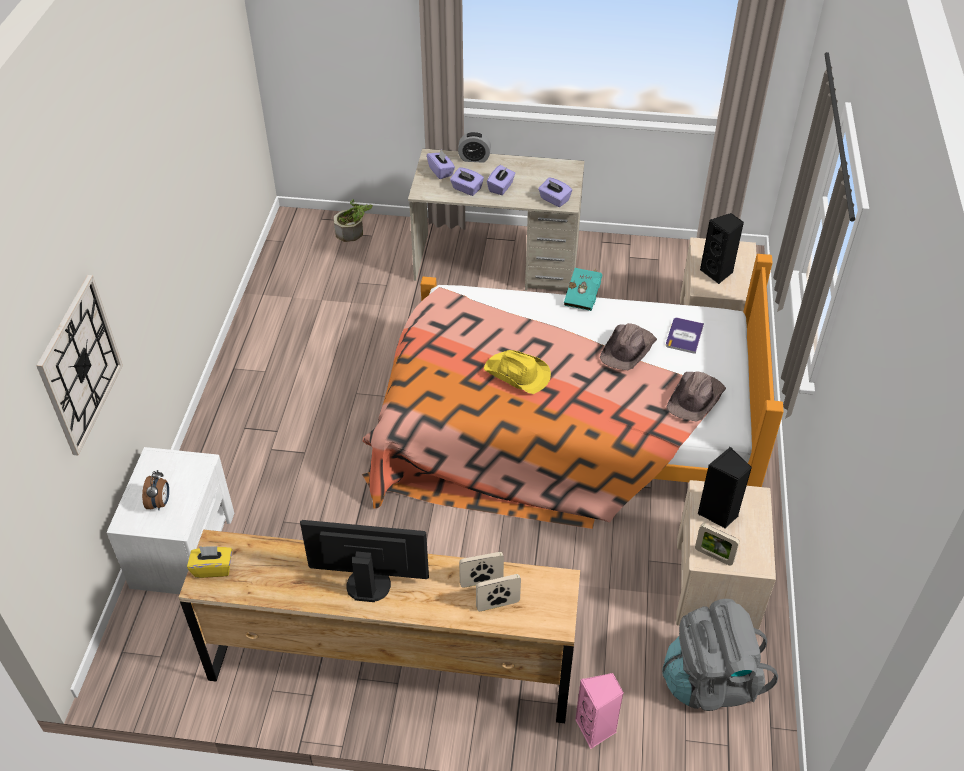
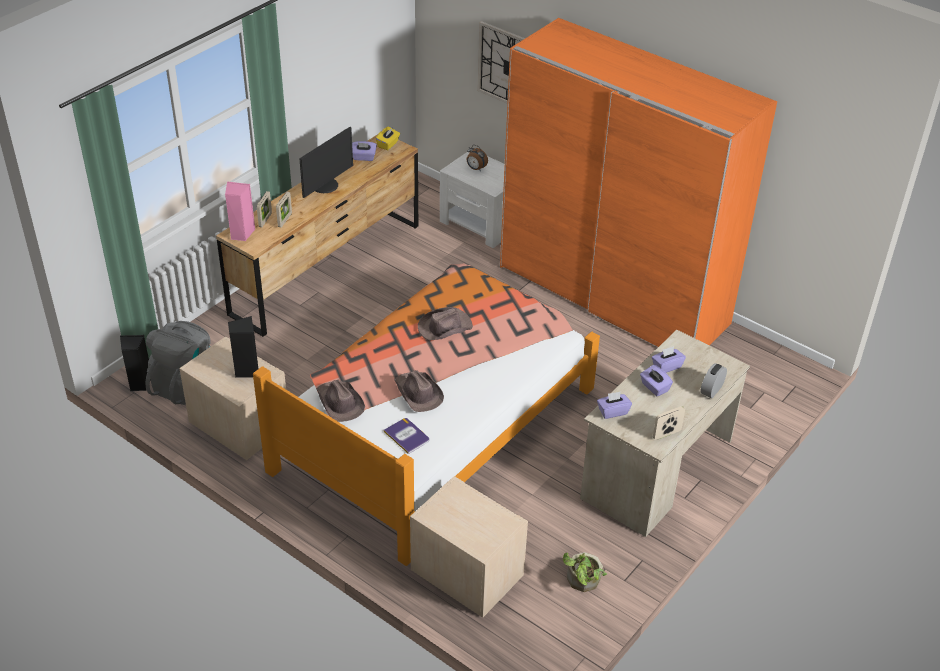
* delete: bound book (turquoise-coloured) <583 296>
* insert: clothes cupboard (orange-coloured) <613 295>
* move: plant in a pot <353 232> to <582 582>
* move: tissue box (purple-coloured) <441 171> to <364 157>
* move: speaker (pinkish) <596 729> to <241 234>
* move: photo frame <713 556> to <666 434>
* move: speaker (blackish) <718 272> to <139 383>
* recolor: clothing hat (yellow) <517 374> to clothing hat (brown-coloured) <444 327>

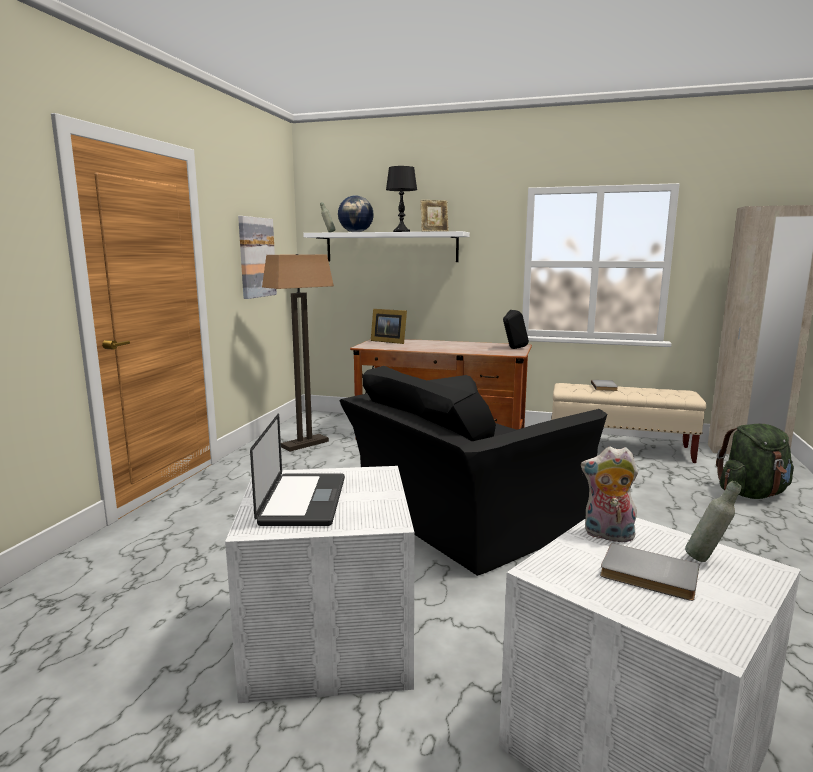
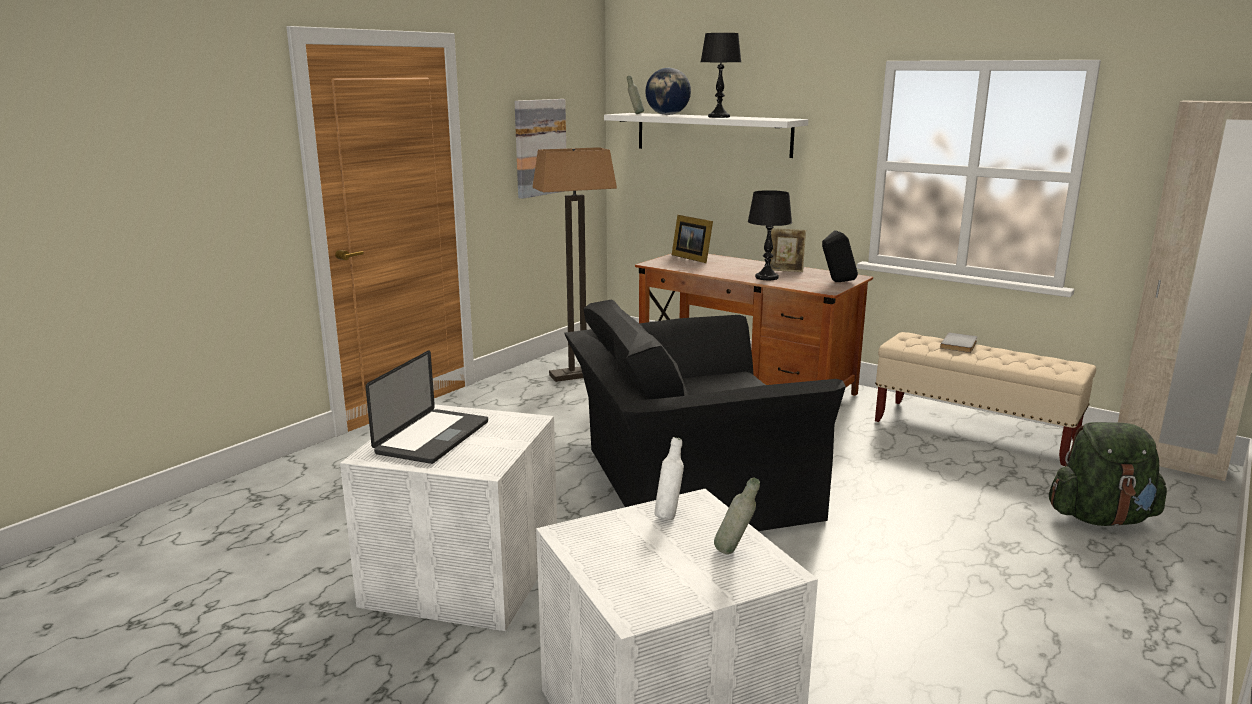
* delete: bound book (gray) <648 576>
* insert: table lamp (blackish) <766 277>
* move: photo frame <434 231> to <785 270>
* replace: soft toy <607 535> to beverage bottle (white) <669 515>

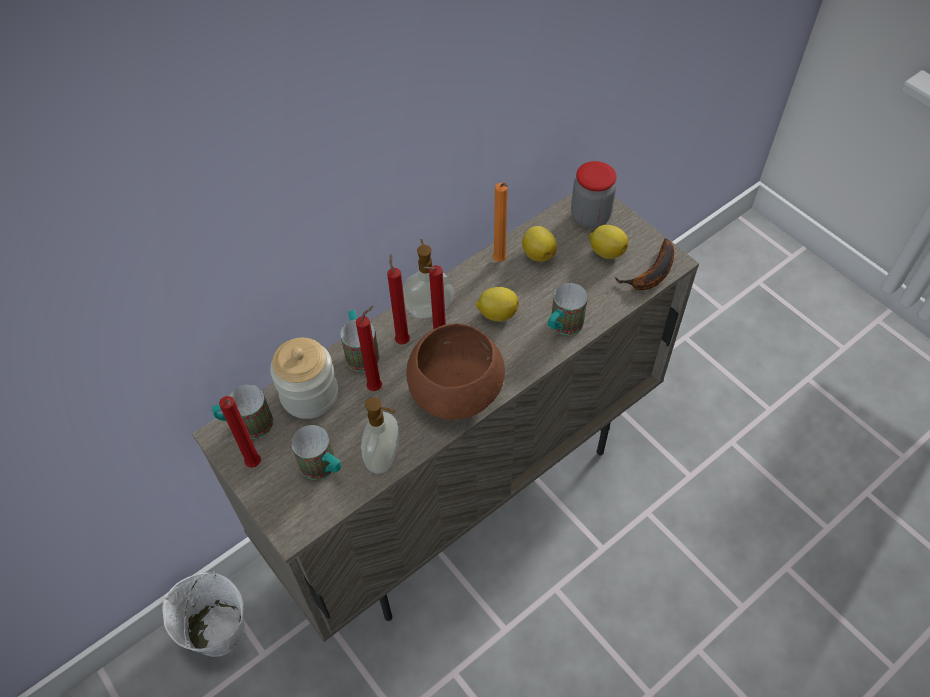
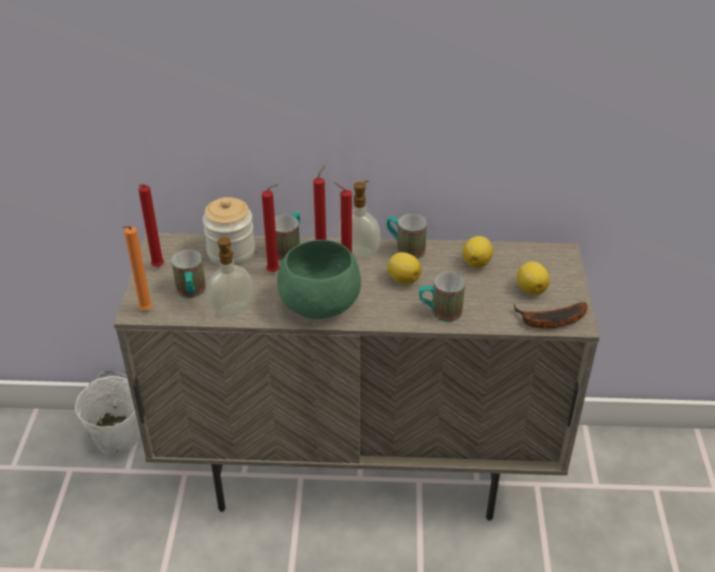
* delete: preserve jar <590 216>
* move: mug <247 425> to <405 249>
* move: wax light (orange-coloured) <500 262> to <145 311>
* recolor: deep dish (brown-coloured) <454 392> to deep dish (green-coloured) <319 304>

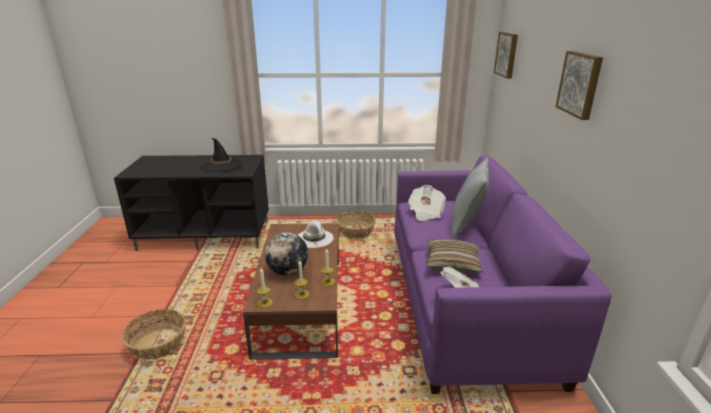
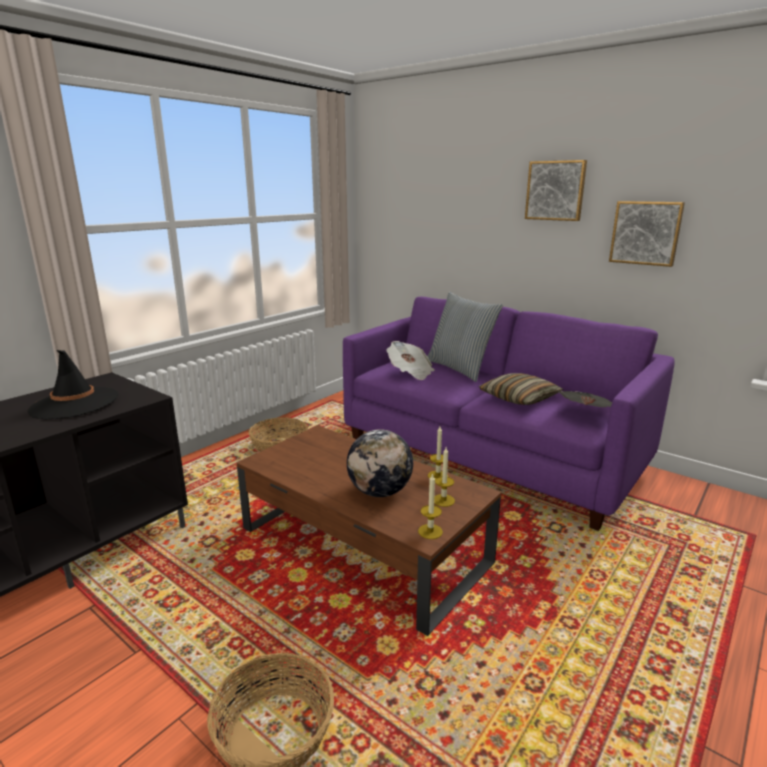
* delete: clothing hat (white) <314 238>
* move: picture <507 54> to <646 233>

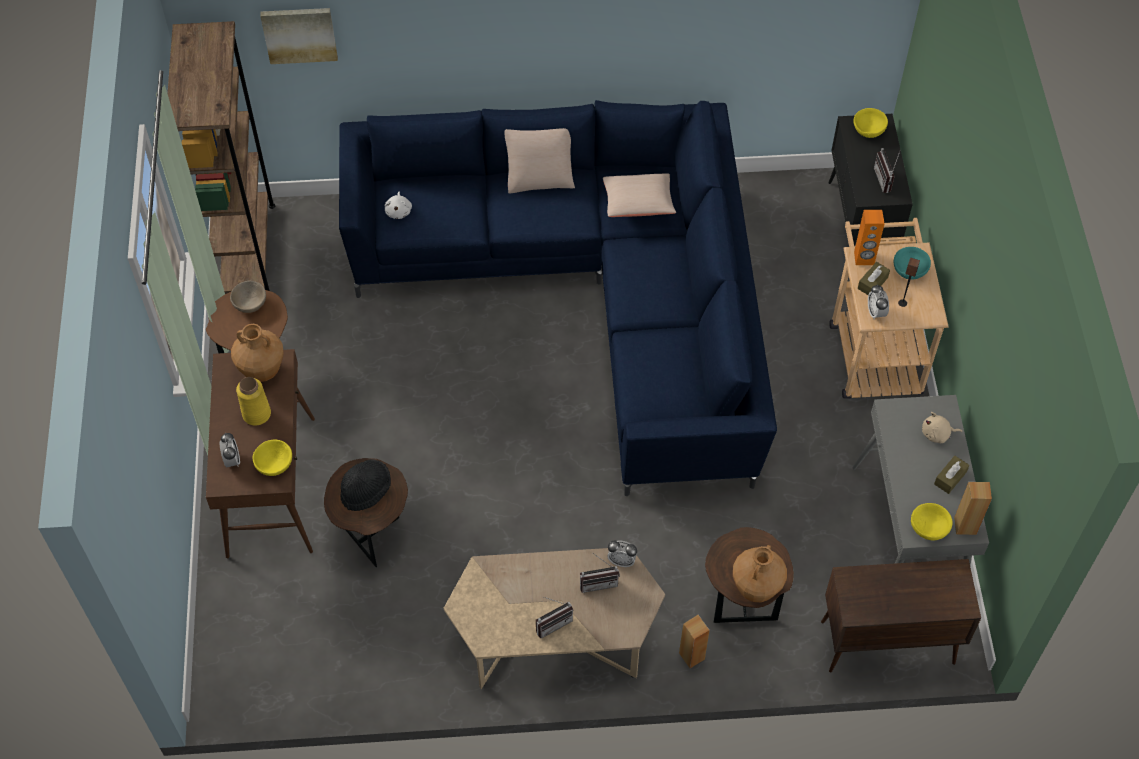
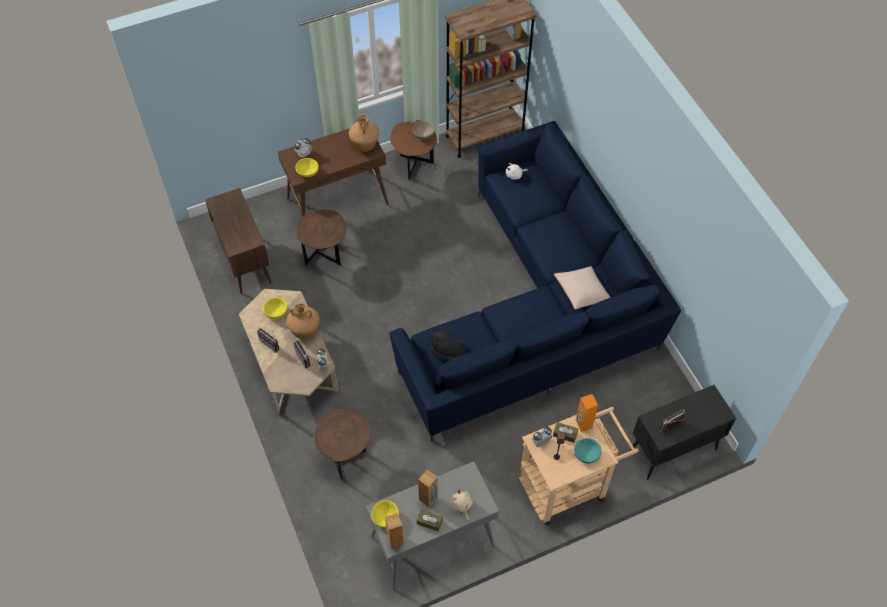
* delete: flower vase (yellow) <256 414>
* delete: picture <299 34>
* delete: cushion (beige) <540 176>
* move: clothing hat (blackish) <366 490> to <447 350>
* move: speaker (brown-coloured) <692 656> to <428 498>
* move: flower vase (brown-coloured) <756 588> to <305 332>
* move: cupboard (brown-coloured) <886 643> to <244 260>
* move: deep dish (yellow) <868 130> to <276 312>

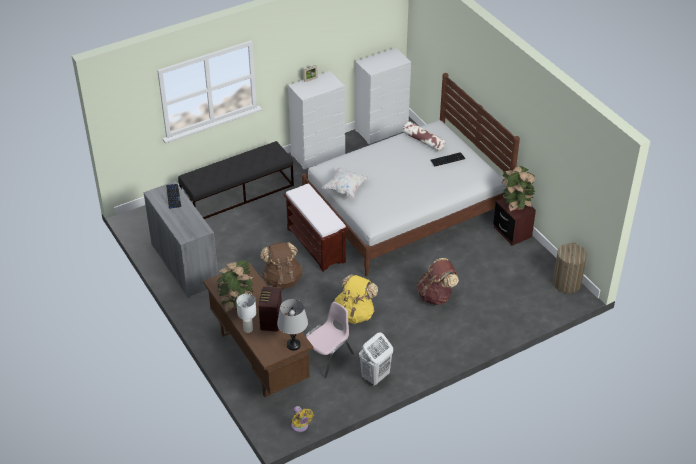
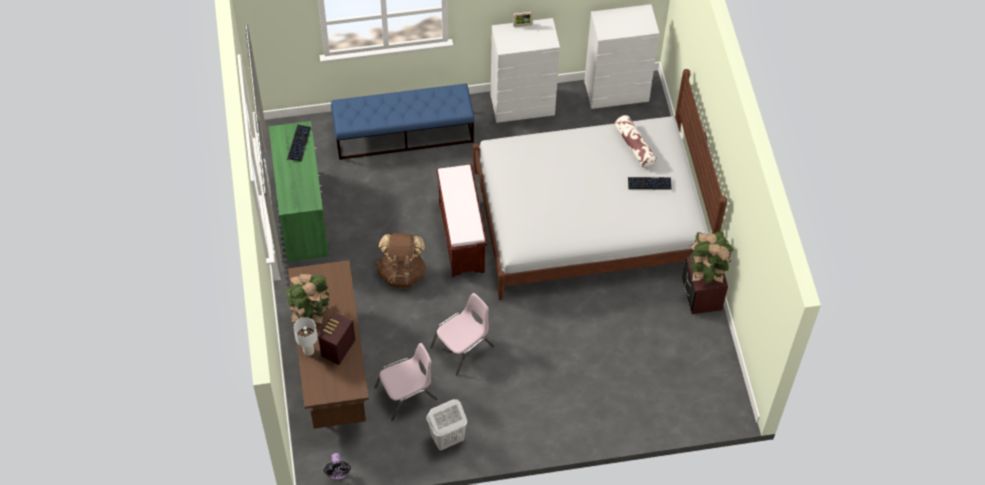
* delete: table lamp (gray) <293 345>
* delete: cushion (white) <345 188>
* delete: backpack (brown-coloured) <436 296>
* delete: laundry basket <566 283>
* replace: backpack (yellow) <355 314> to upright chair (pinkish) <463 347>
* recolor: cupboard (gray) <185 265> to cupboard (green-coloured) <303 216>
* recolor: long seat (blackish) <238 194> to long seat (blue-coloured) <404 134>
* recolor: fan (yellow) <300 427> to fan (blackish) <338 473>

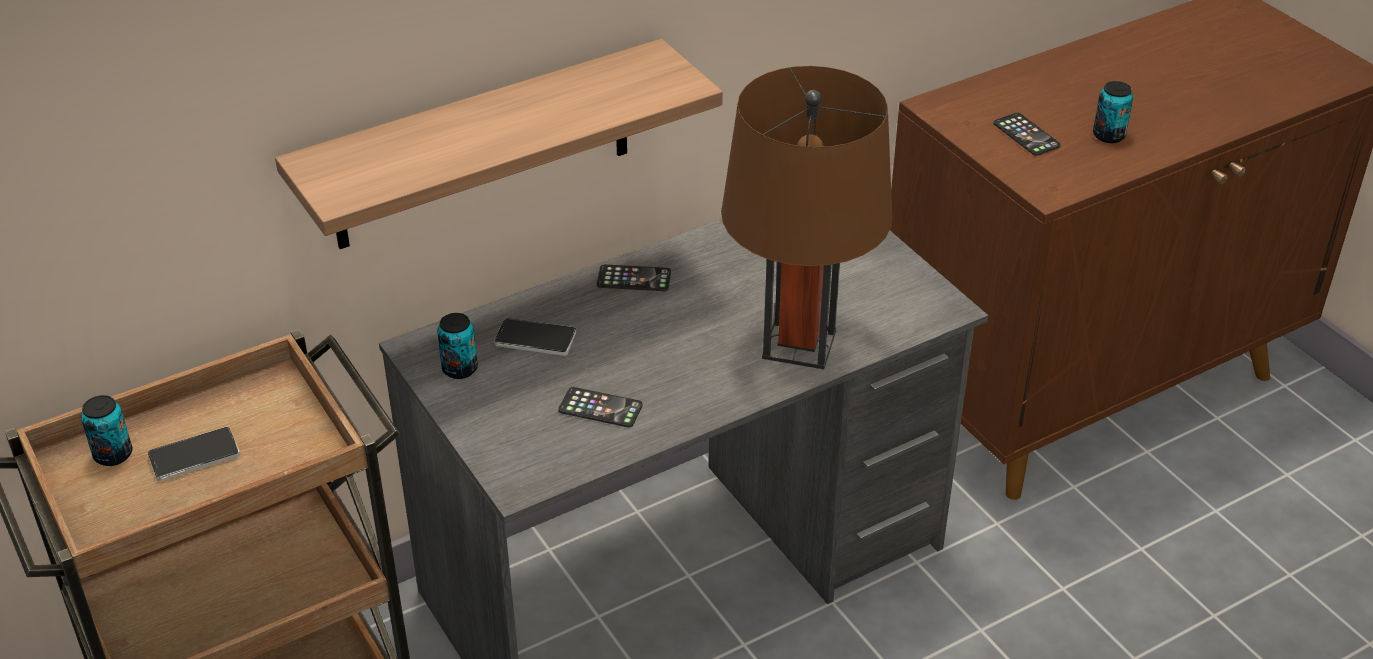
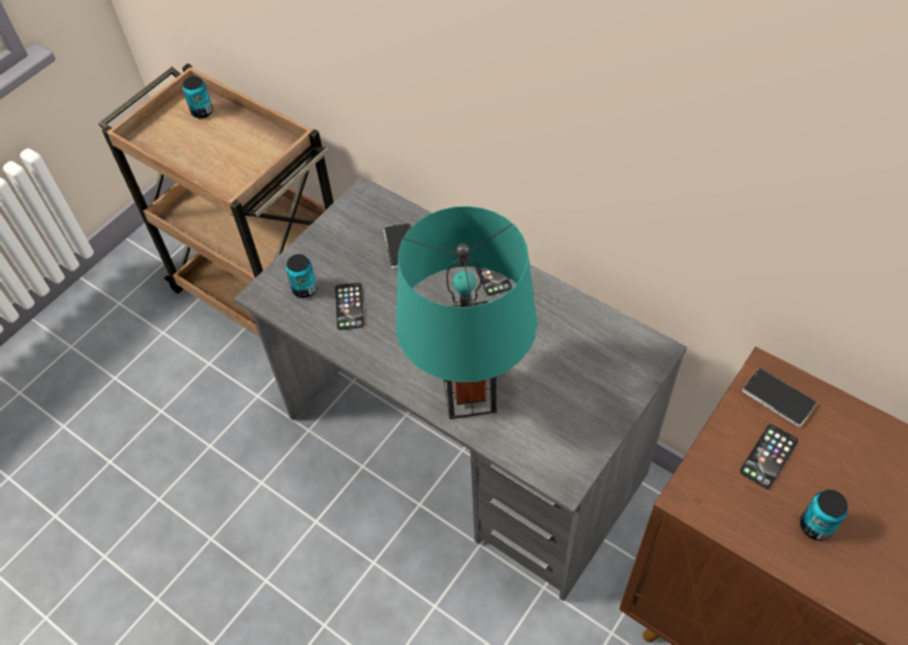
* delete: bracket shelf <482 147>
* move: telephone <194 456> to <778 398>
* move: metal can <460 369> to <305 289>
* recolor: table lamp (brown-coloured) <798 345> to table lamp (turquoise-coloured) <469 394>

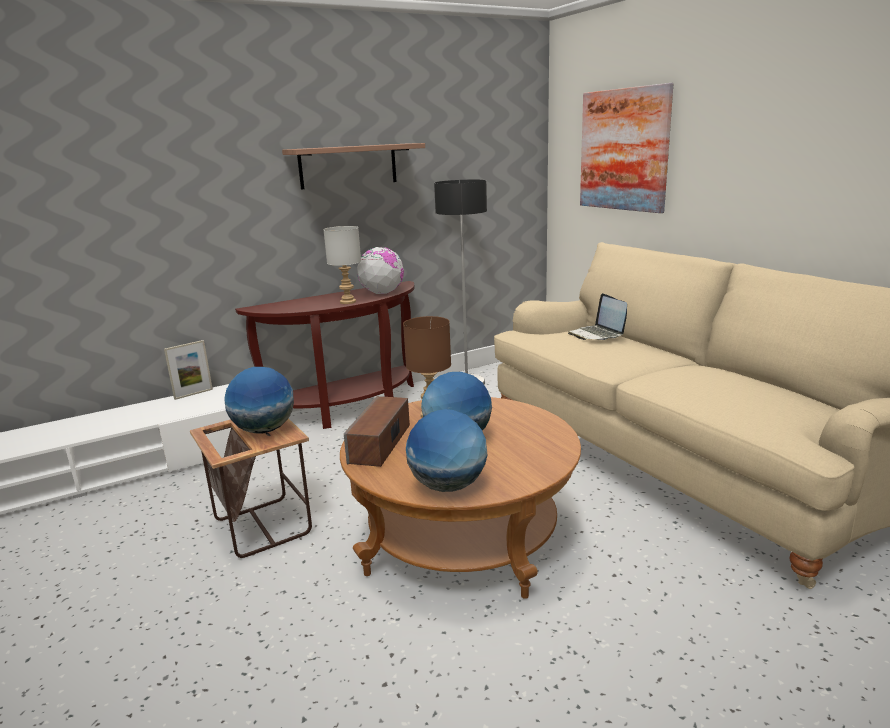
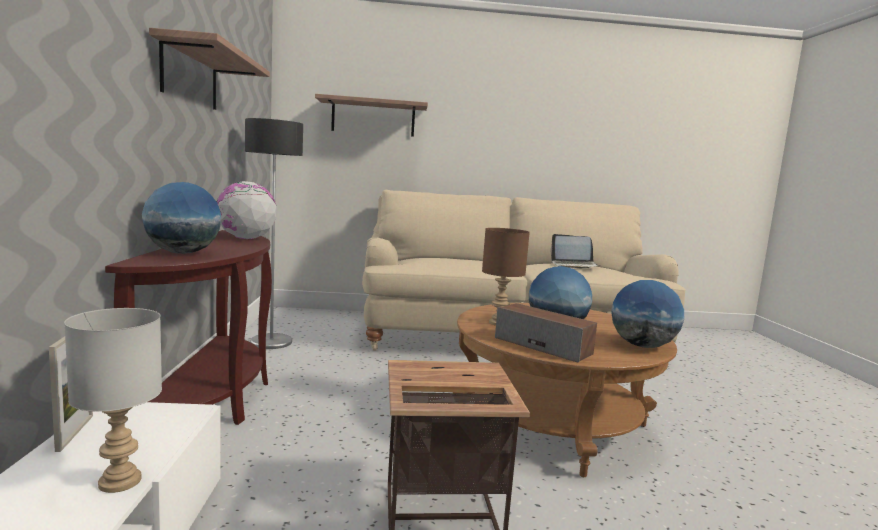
* move: desk globe <264 430> to <183 253>
* move: table lamp (gray) <348 302> to <122 481>
* move: laptop <597 335> to <574 265>
* replace: picture <624 150> to bracket shelf <373 118>

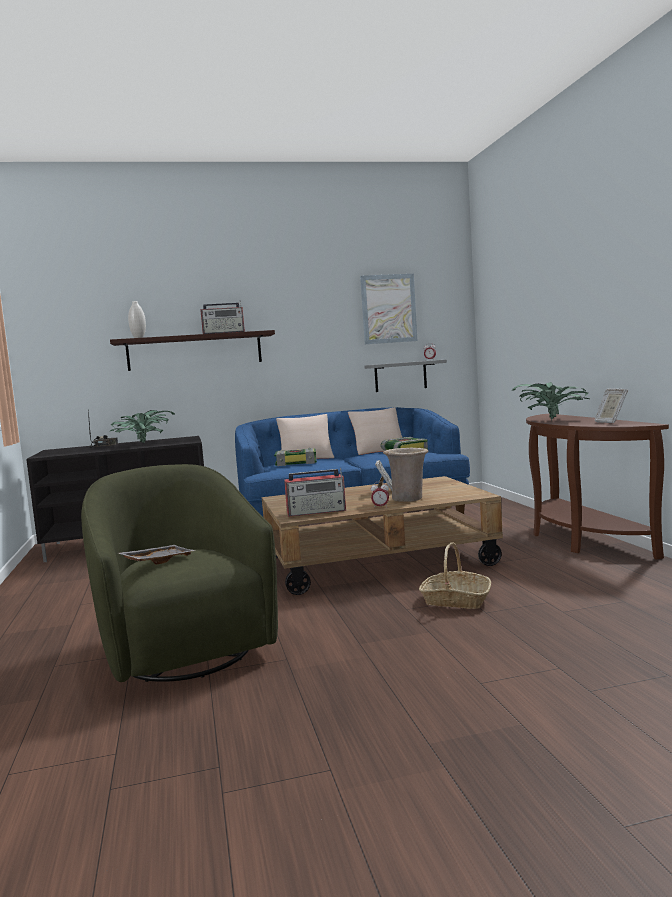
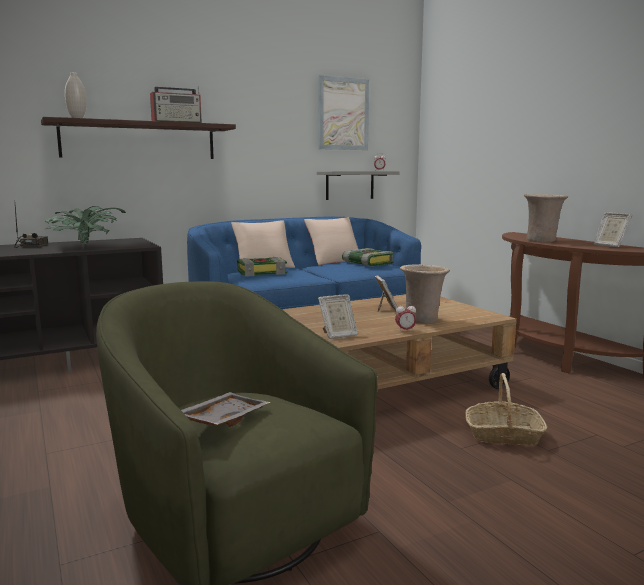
* replace: radio receiver <317 511> to photo frame <338 335>
* replace: plant in a pot <553 420> to flower vase (beige) <542 240>

